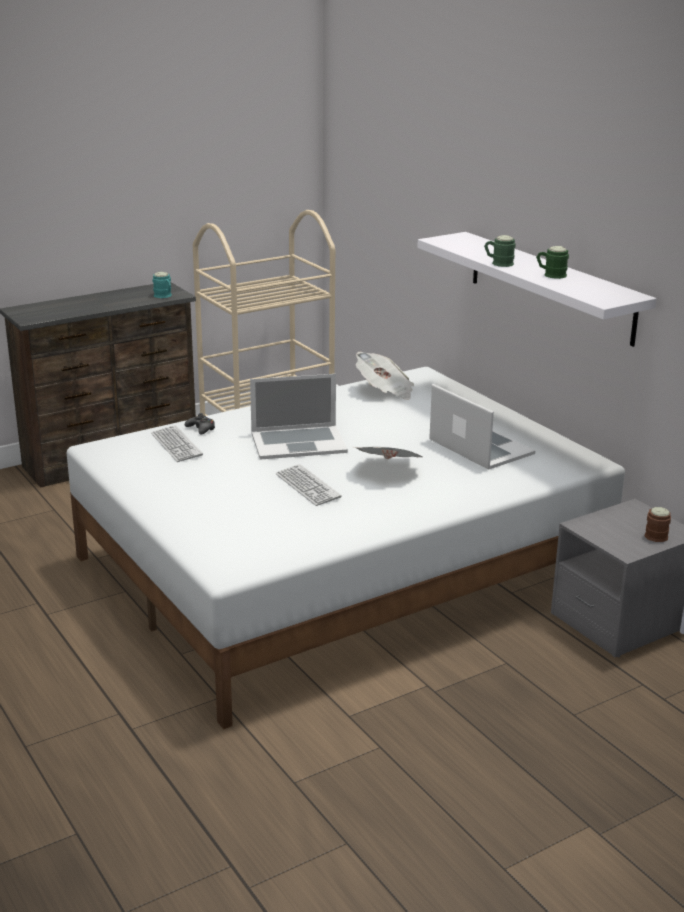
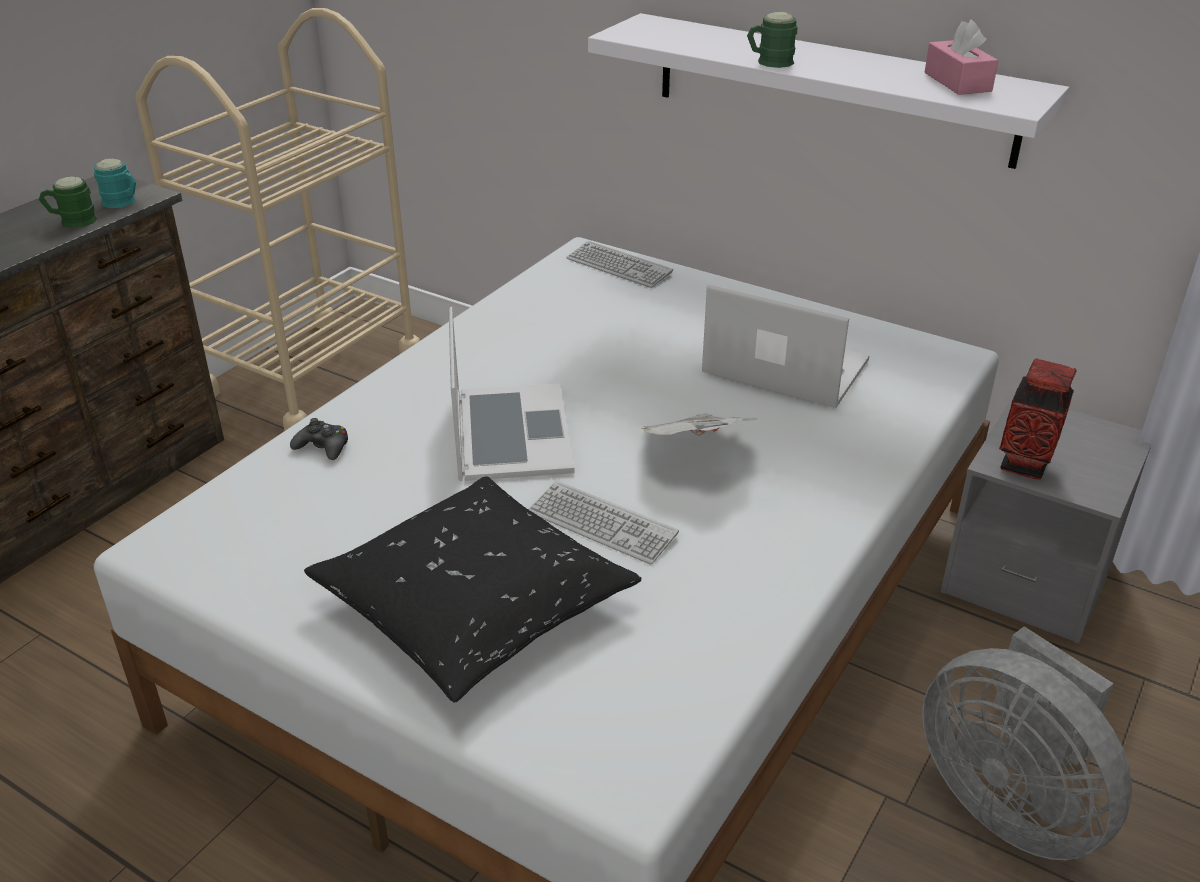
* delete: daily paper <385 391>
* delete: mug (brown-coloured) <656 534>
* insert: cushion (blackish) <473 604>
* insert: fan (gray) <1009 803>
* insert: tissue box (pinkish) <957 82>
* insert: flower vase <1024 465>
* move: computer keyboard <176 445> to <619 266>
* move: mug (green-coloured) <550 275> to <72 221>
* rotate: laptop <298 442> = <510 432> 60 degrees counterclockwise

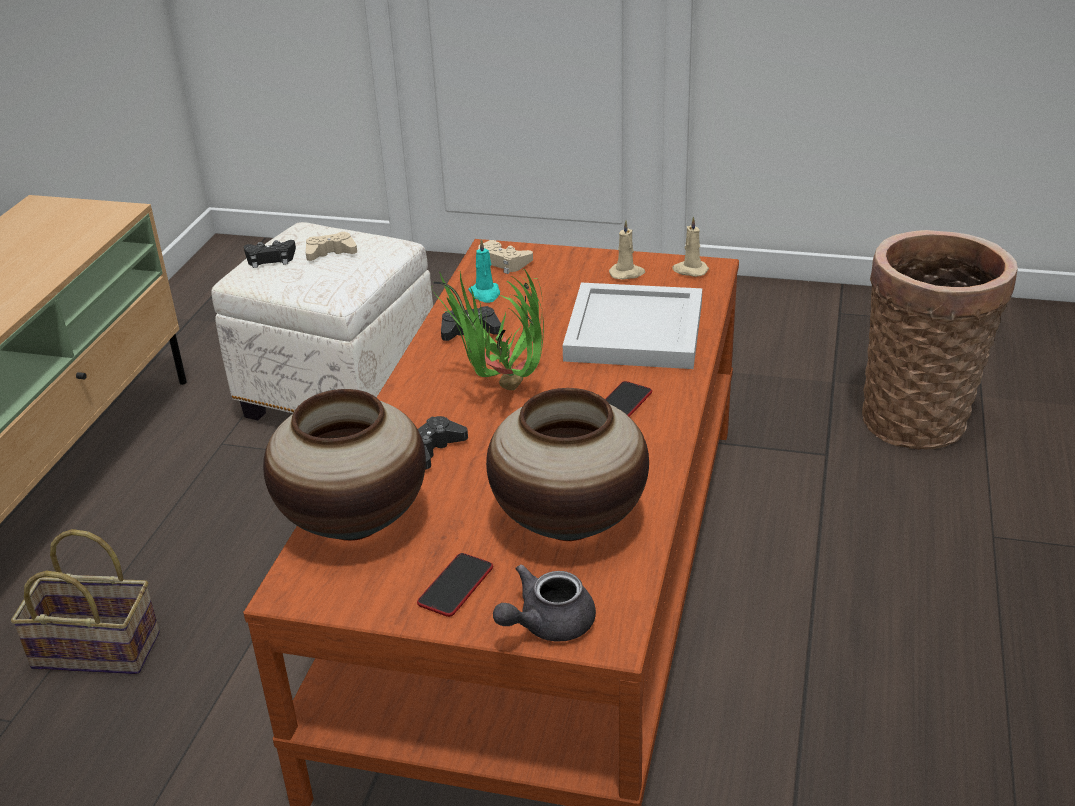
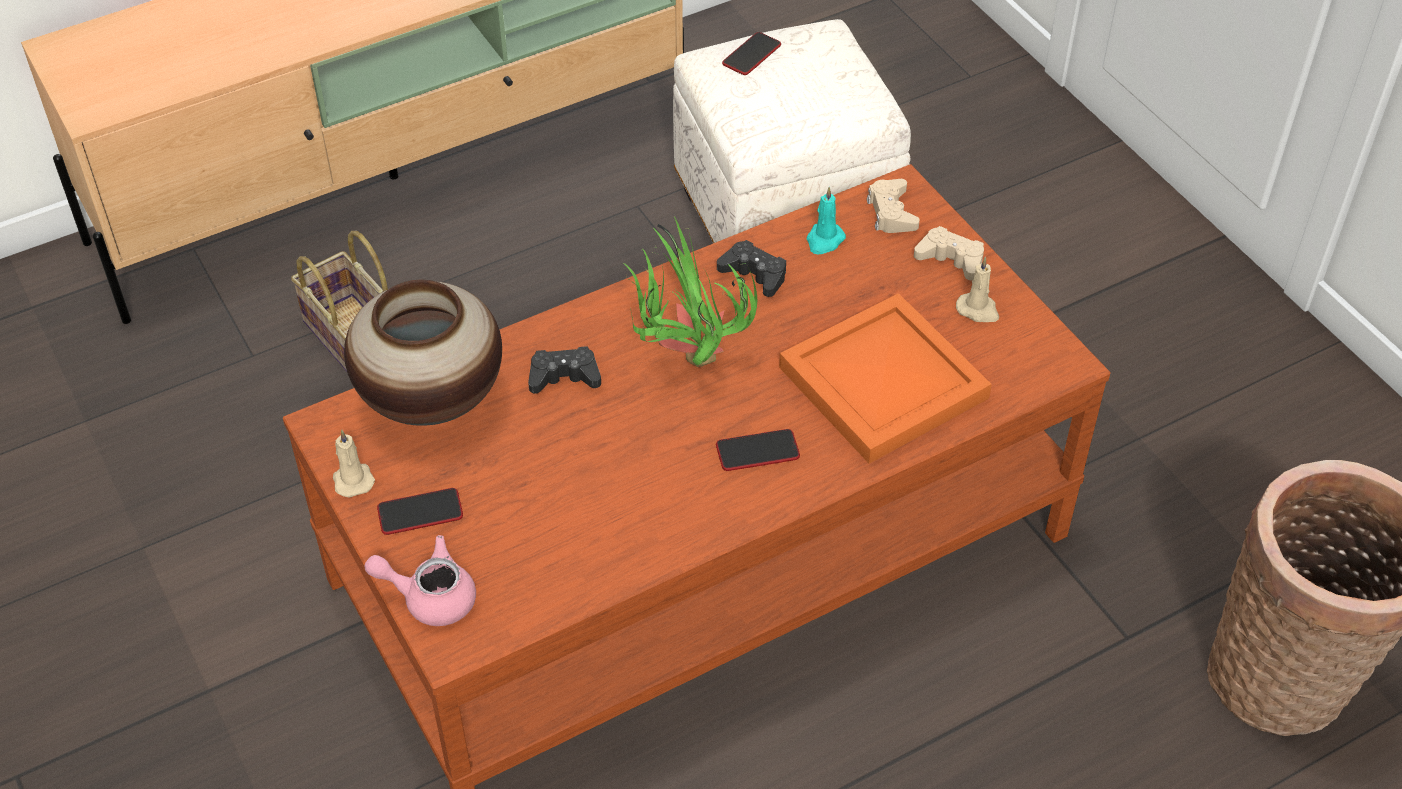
* delete: flower vase <569 522>
* move: joypad (beige) <330 253> to <951 259>
* move: wax light (beige) <689 270> to <352 479>
* replace: joypad (blackish) <270 258> to telephone <751 55>
* recolor: tea pot (gray) <547 624> to tea pot (pinkish) <430 597>
* recolor: serving tray (white) <632 330> to serving tray (orange-coloured) <883 380>

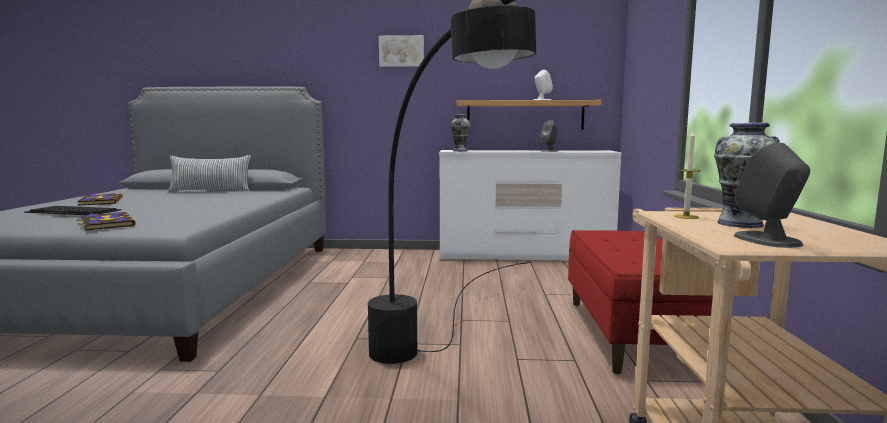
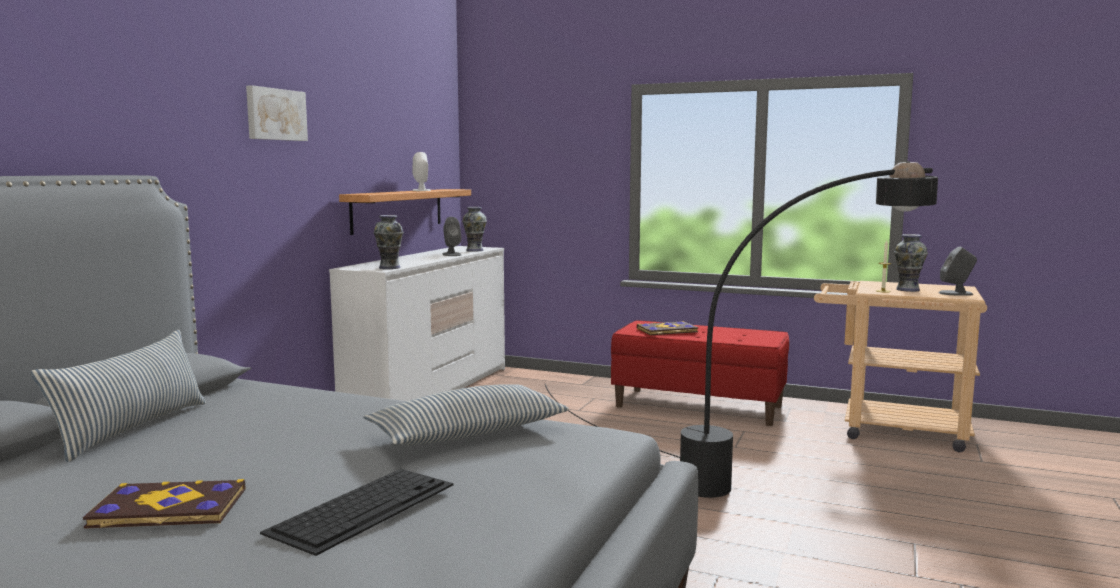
* insert: cushion <467 434>
* insert: flower vase <474 250>
* move: bound book <106 223> to <667 330>

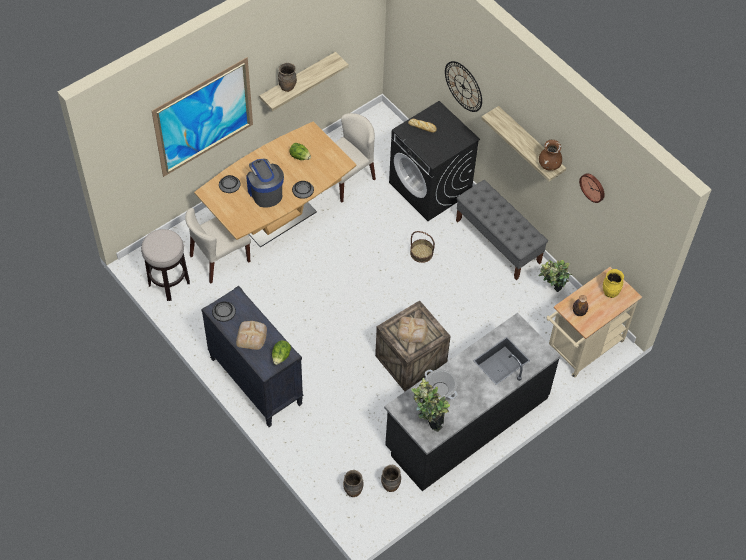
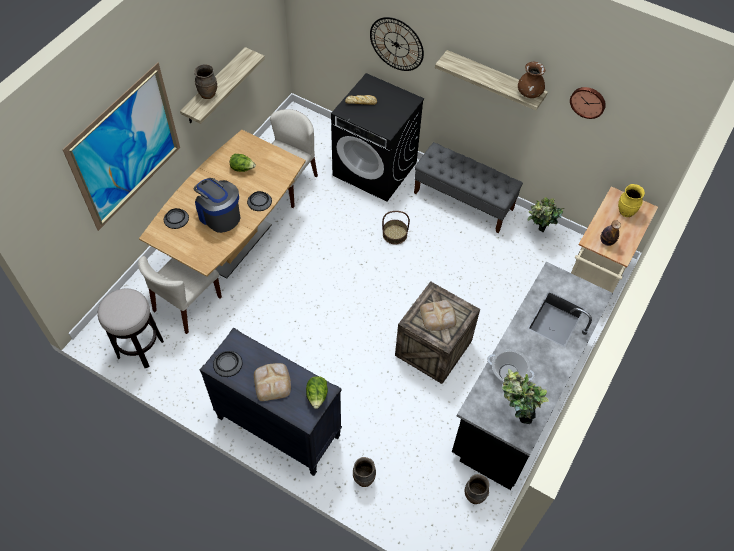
* move: flower vase (brown-coloured) <353 491> to <364 479>

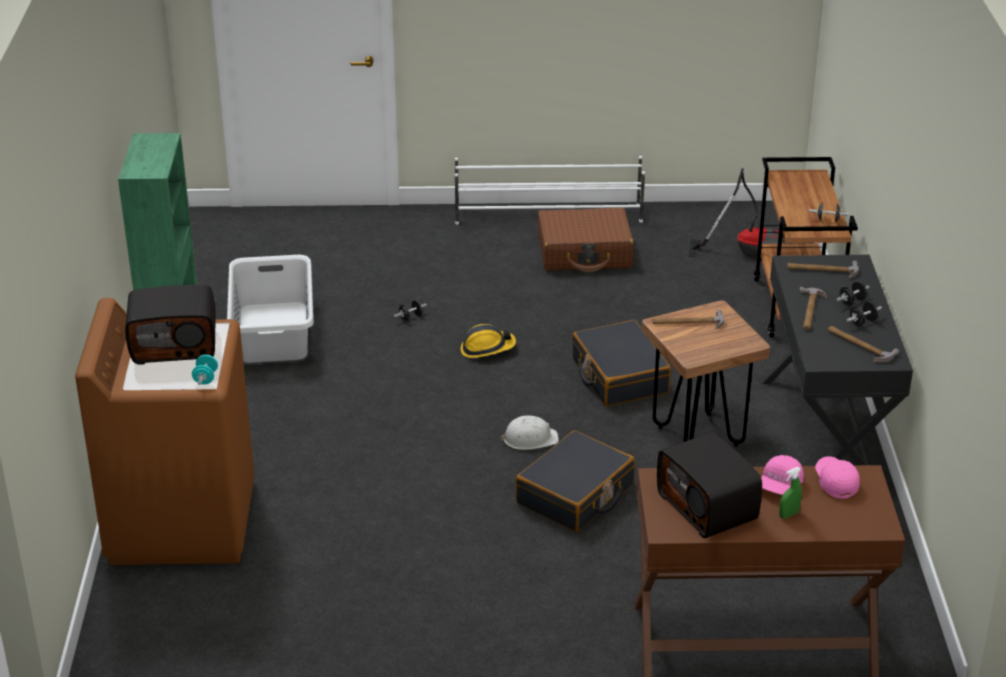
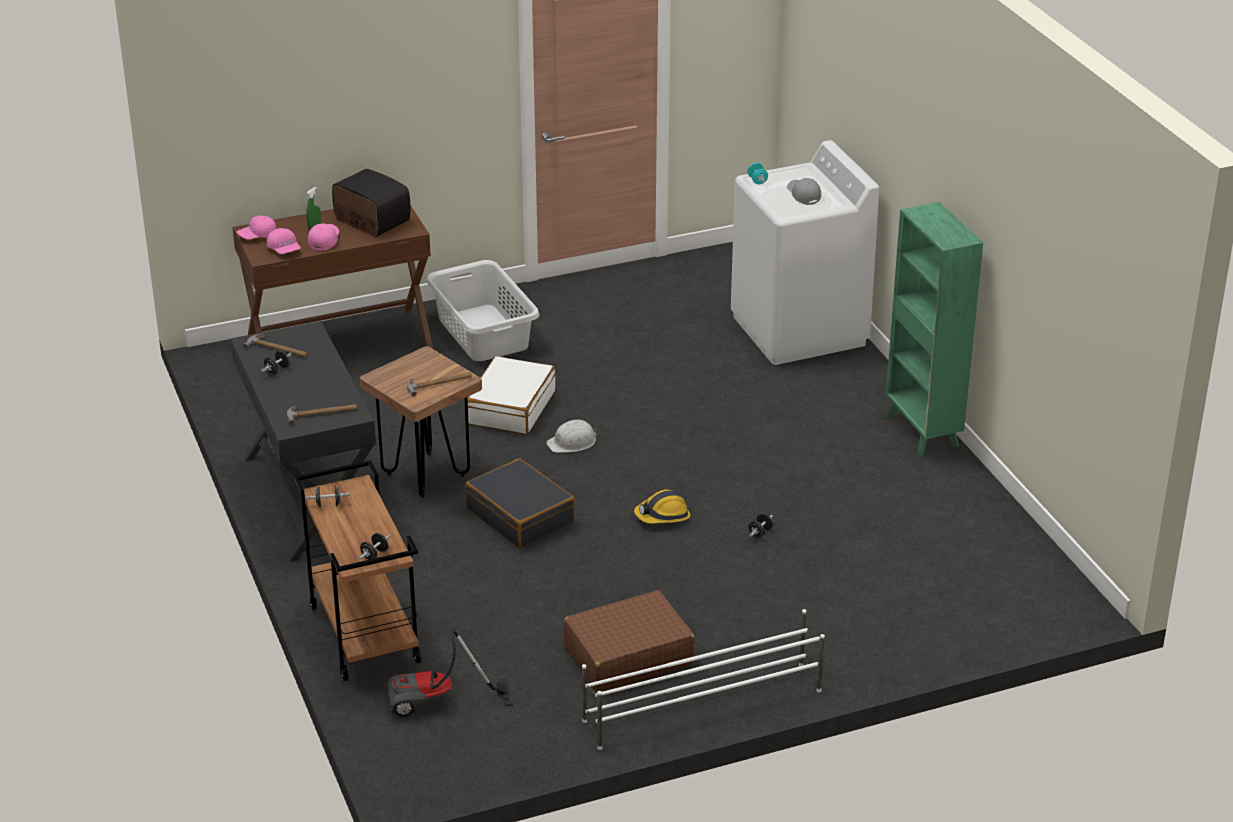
* delete: tool hammer <810 311>
* insert: baseball cap (pinkish) <257 236>
* move: laundry basket (gray) <274 332> to <482 333>
* move: dumbbell (blackish) <852 301> to <374 555>
* replace: radio receiver <175 345> to baseball cap (gray) <803 196>
* recolor: laundry machine (brown-coloured) <181 521> to laundry machine (white) <799 331>
* recolor: piece of luggage (blackish) <575 495> to piece of luggage (white) <510 407>

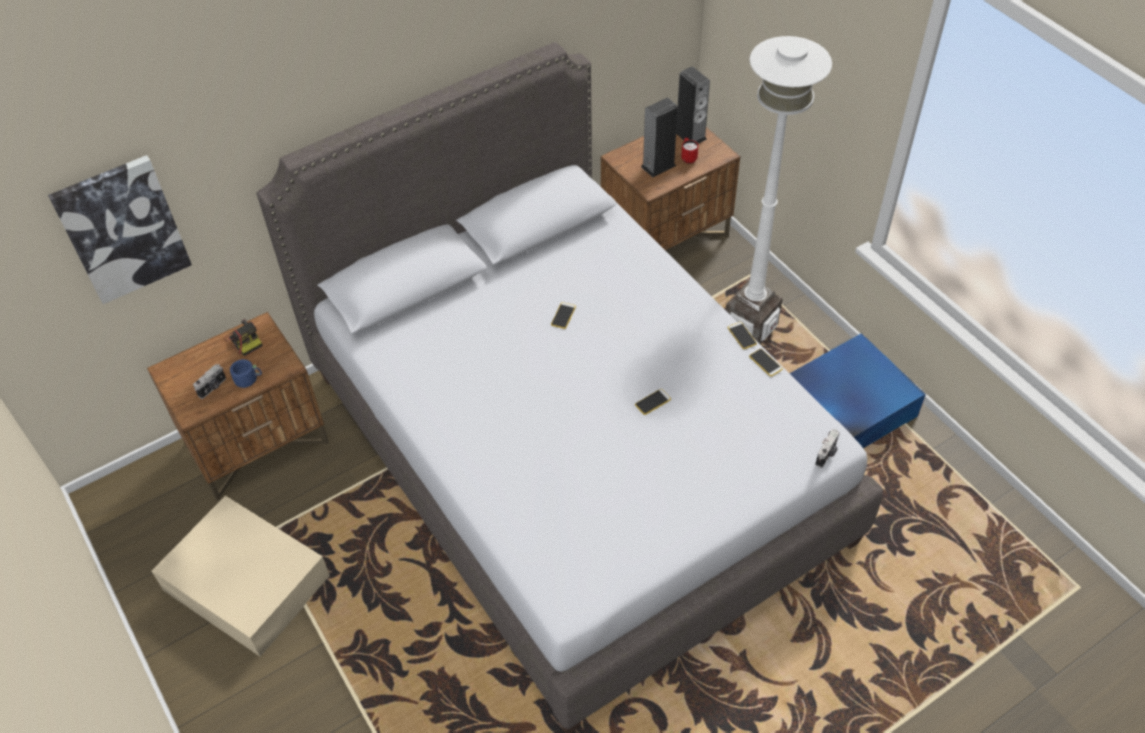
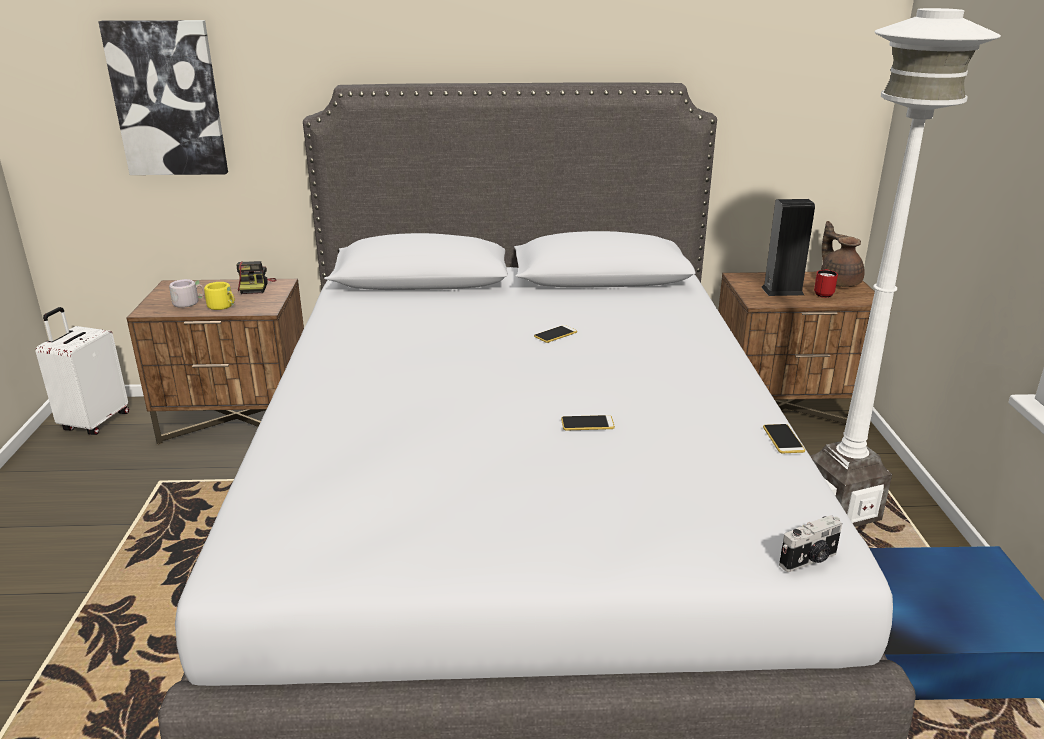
* delete: storage bin (beige) <246 581>
* delete: telephone <742 335>
* insert: piece of luggage (white) <94 422>
* replace: photo camera <213 387> to mug (gray) <189 303>
* replace: speaker <690 135> to tea pot (brown-coloured) <838 282>
* recolor: mug (blue-coloured) <248 378> to mug (yellow) <224 306>

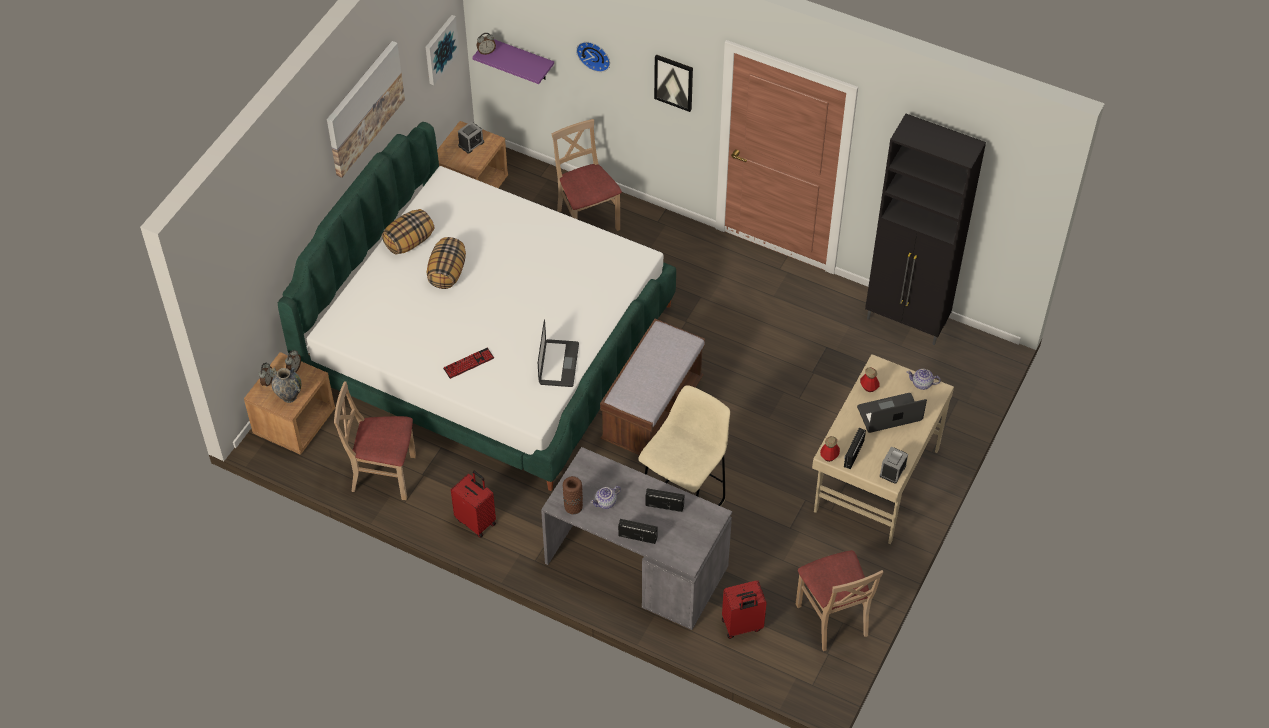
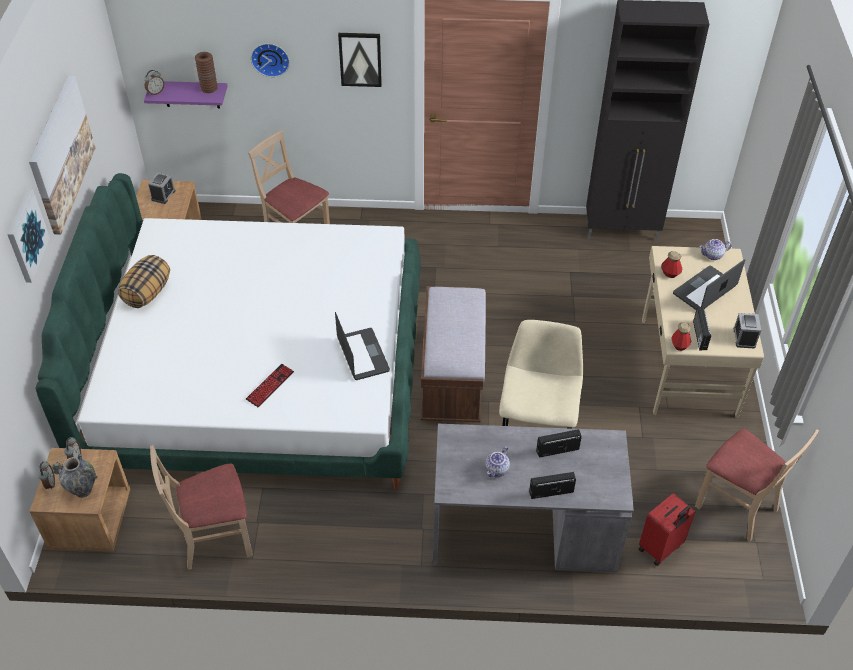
* delete: cushion <447 273>
* delete: piece of luggage (red) <476 521>
* move: picture <440 49> to <26 236>
* move: flower vase (brown-coloured) <573 507> to <209 88>

